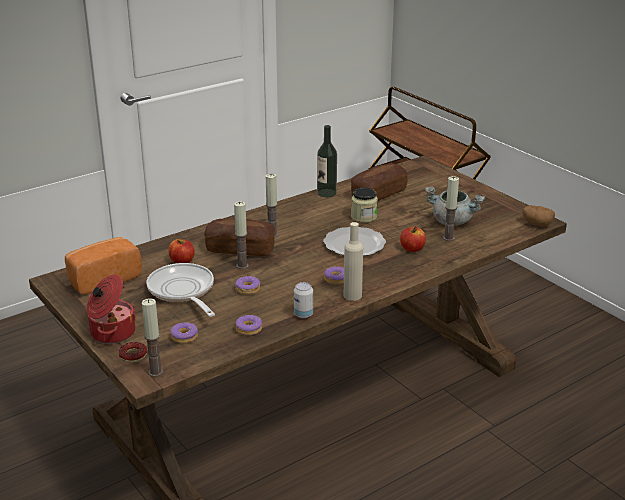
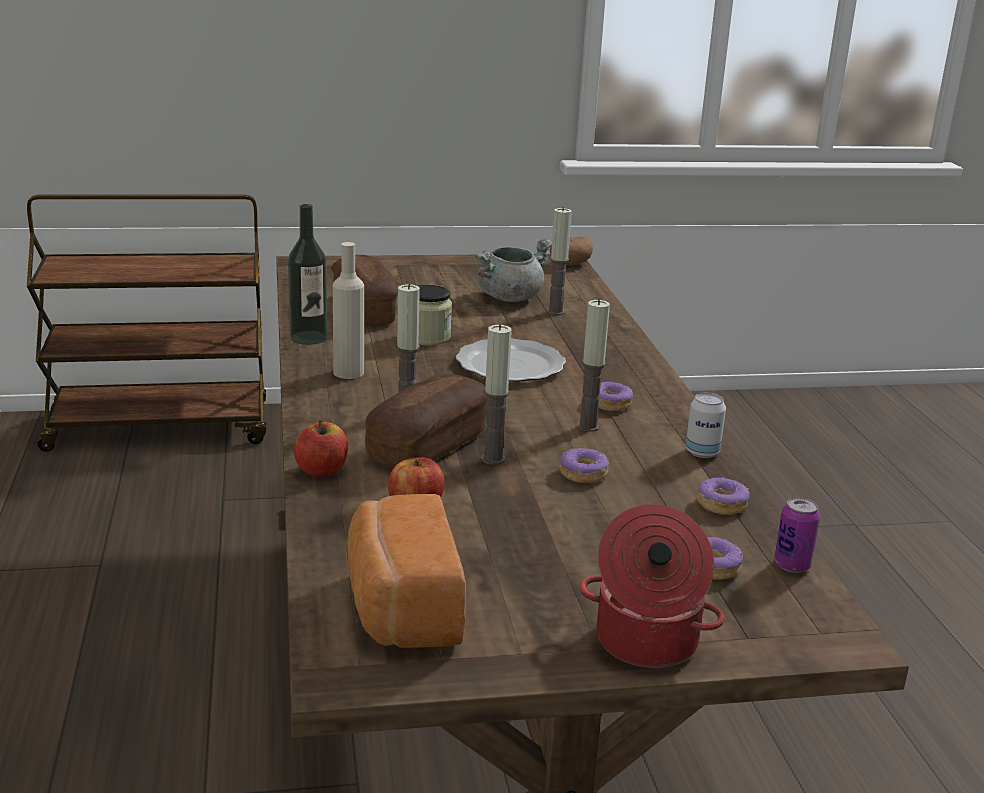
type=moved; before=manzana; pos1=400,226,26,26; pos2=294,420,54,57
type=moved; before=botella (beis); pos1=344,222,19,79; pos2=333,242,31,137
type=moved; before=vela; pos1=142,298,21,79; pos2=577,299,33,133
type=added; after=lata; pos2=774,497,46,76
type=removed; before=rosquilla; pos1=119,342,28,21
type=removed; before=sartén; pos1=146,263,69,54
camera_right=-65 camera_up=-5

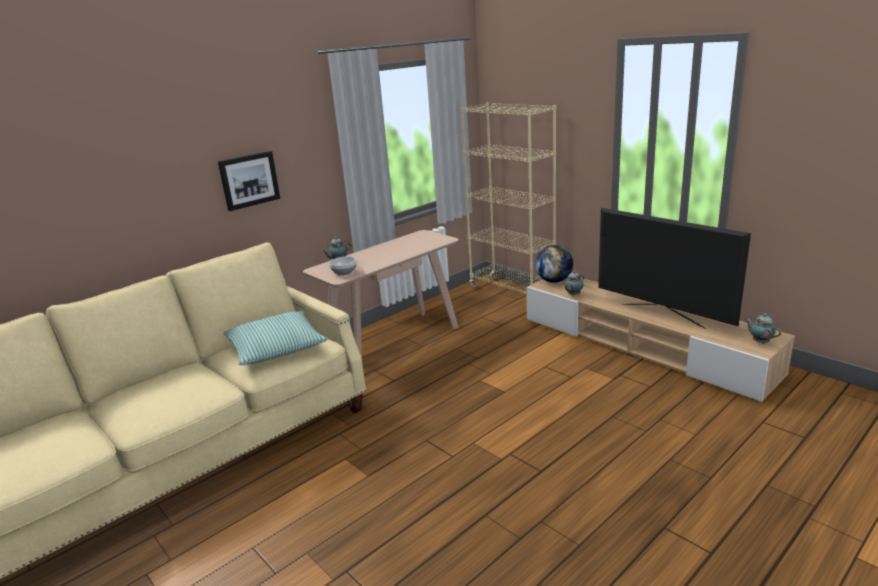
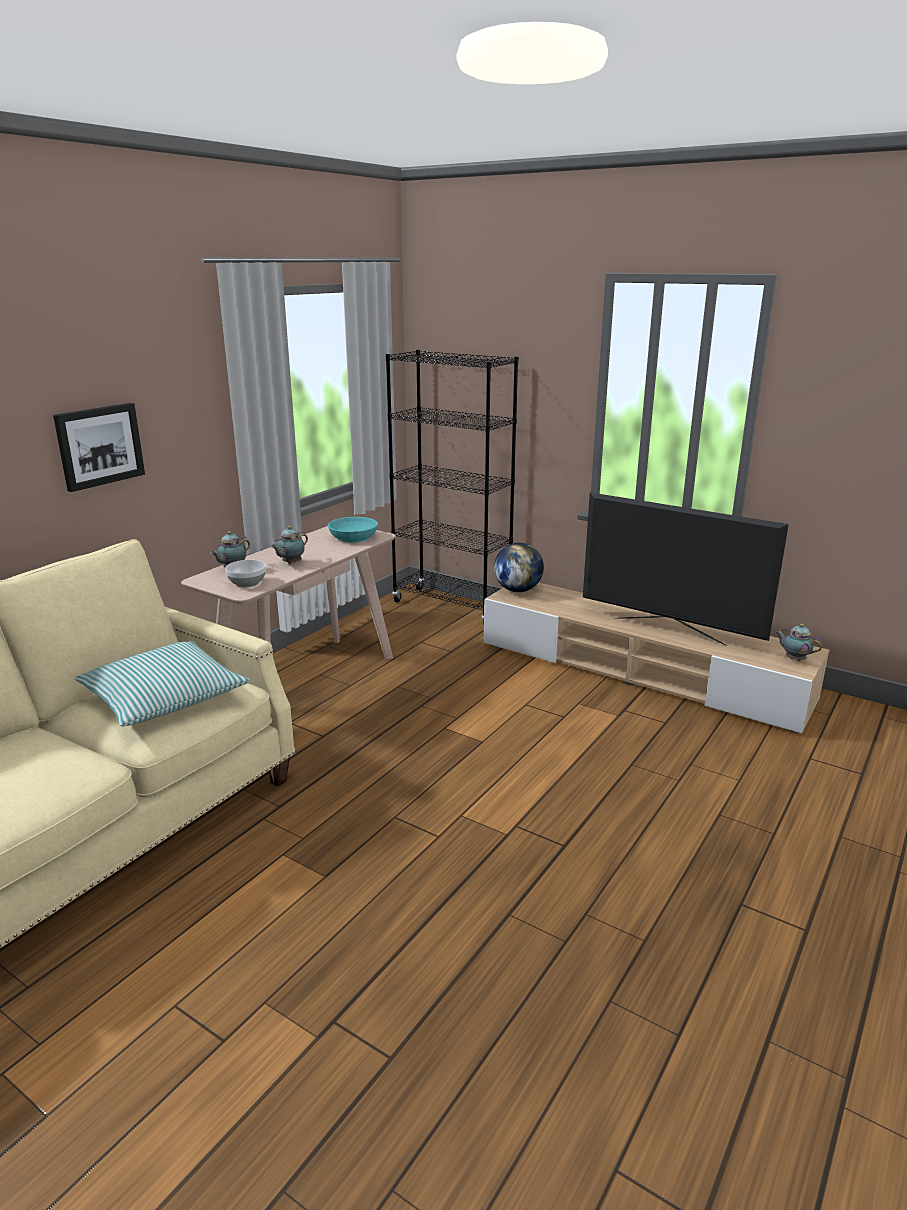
type=moved; before=tetera; pos1=563,271,21,25; pos2=271,526,37,38
type=added; after=cuenco (turquesa); pos2=328,517,50,26
type=recoloured; before=estantería (beis); after=estantería (negro); pos1=461,102,95,192; pos2=386,350,133,275
camera_right=-15 camera_up=0

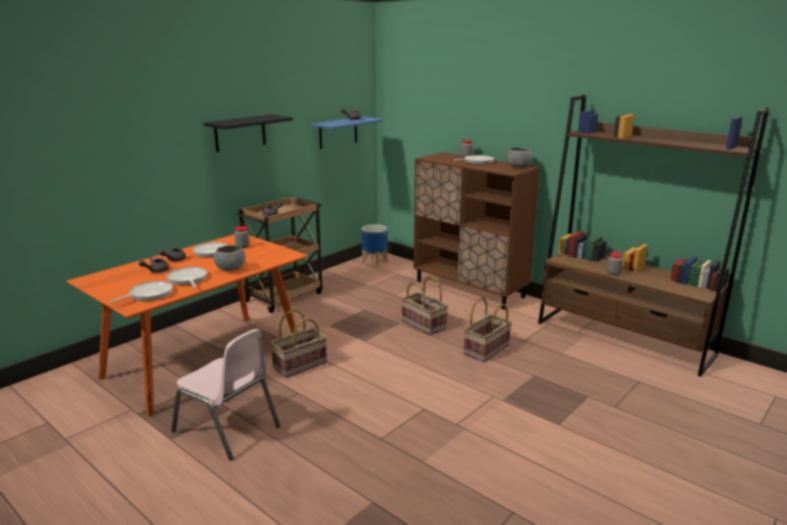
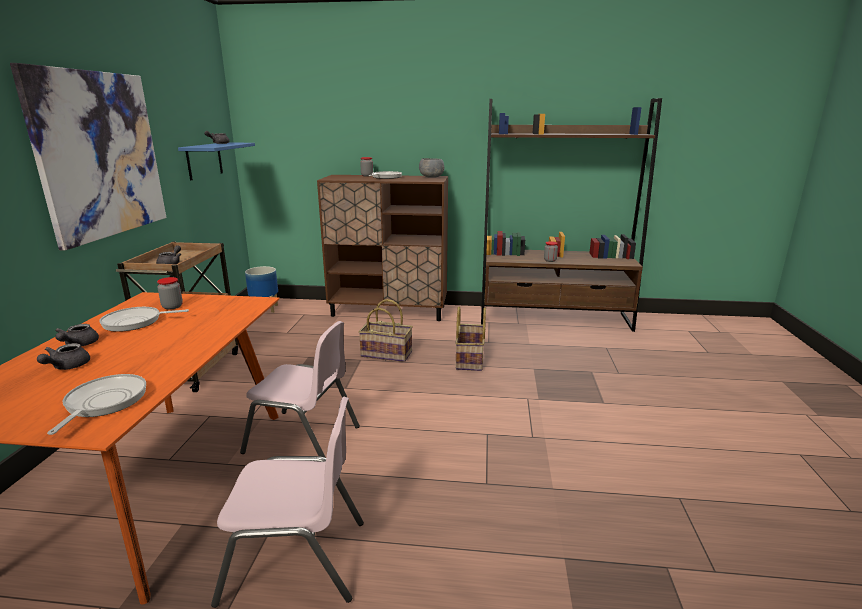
type=replaced; before=estante (negro); after=cuadro; pos1=203,114,90,38; pos2=10,63,156,187
type=replaced; before=cesta; after=silla (rosa); pos1=270,309,57,69; pos2=240,321,120,137
type=removed; before=sartén; pos1=167,267,40,20
type=removed; before=cuenco (gris); pos1=214,245,32,26
camera_right=-35 camera_up=0

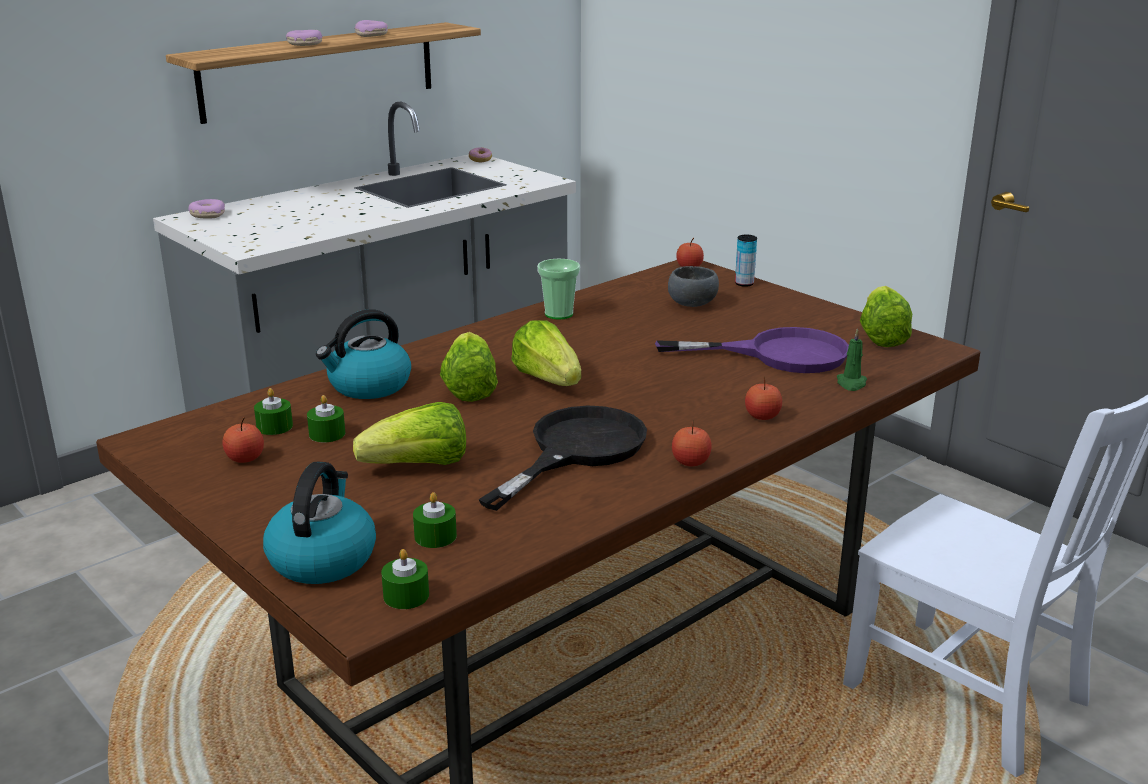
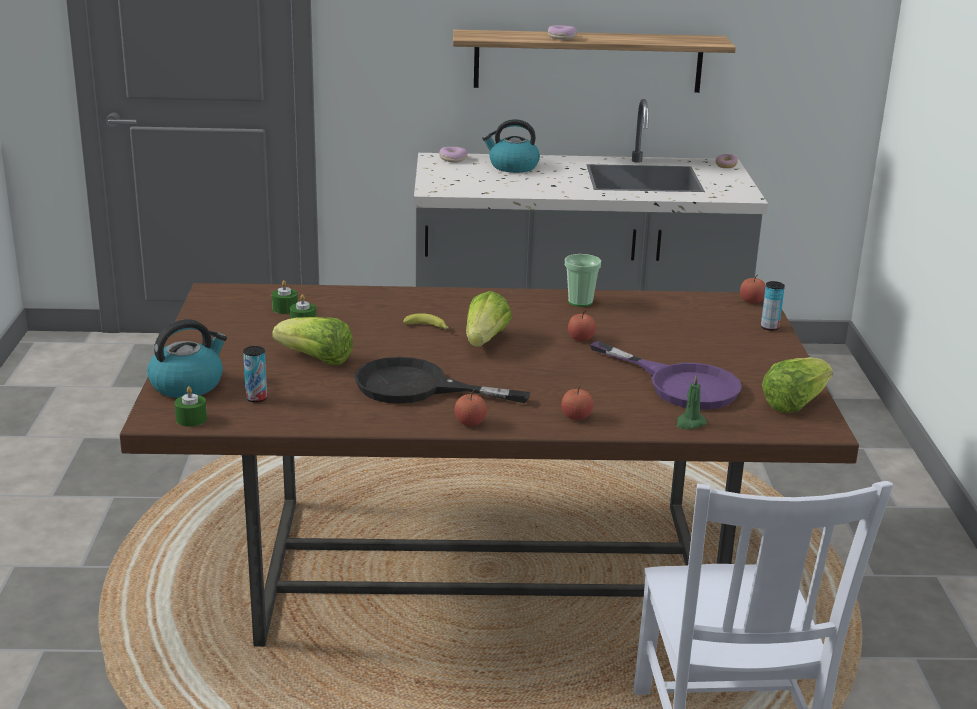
type=replaced; before=vela (verde); after=lata; pos1=413,492,44,56; pos2=243,346,24,57
type=turned; before=sartén (negro); pos1=478,406,169,105; pos2=355,357,175,47; turn=-150
type=replaced; before=lechuga; after=plátano; pos1=440,332,58,70; pos2=403,313,46,17
type=moved; before=hervidor; pos1=316,309,95,90; pos2=482,119,58,54
type=moved; before=manzana; pos1=223,418,41,45; pos2=568,310,28,31
type=removed; before=rosquilla; pos1=354,20,34,17
type=removed; before=cuenco (gris); pos1=668,266,51,41
camera_right=40 camera_up=0

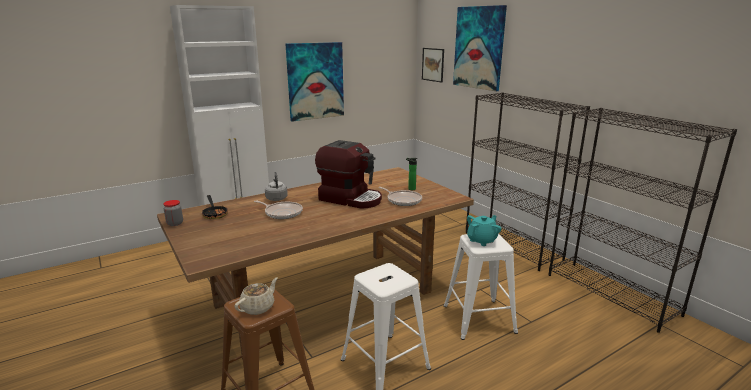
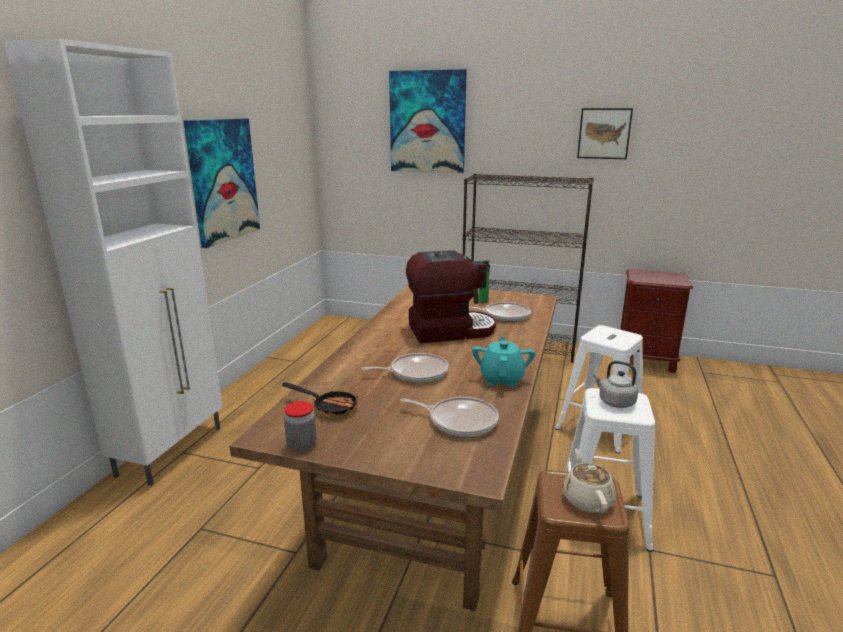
type=added; after=sartén; pos2=400,397,99,40
type=moved; before=tetera (turquesa); pos1=467,215,35,31; pos2=472,337,63,50
type=moved; before=cuadro; pos1=422,48,22,35; pos2=577,108,56,51
type=moved; before=hervidor (gris); pos1=265,172,23,29; pos2=593,361,45,47
type=replaced; before=estantería (negro); after=mesita de noche (marrón); pos1=549,108,188,225; pos2=620,269,73,104
camera_right=-40 camera_up=0

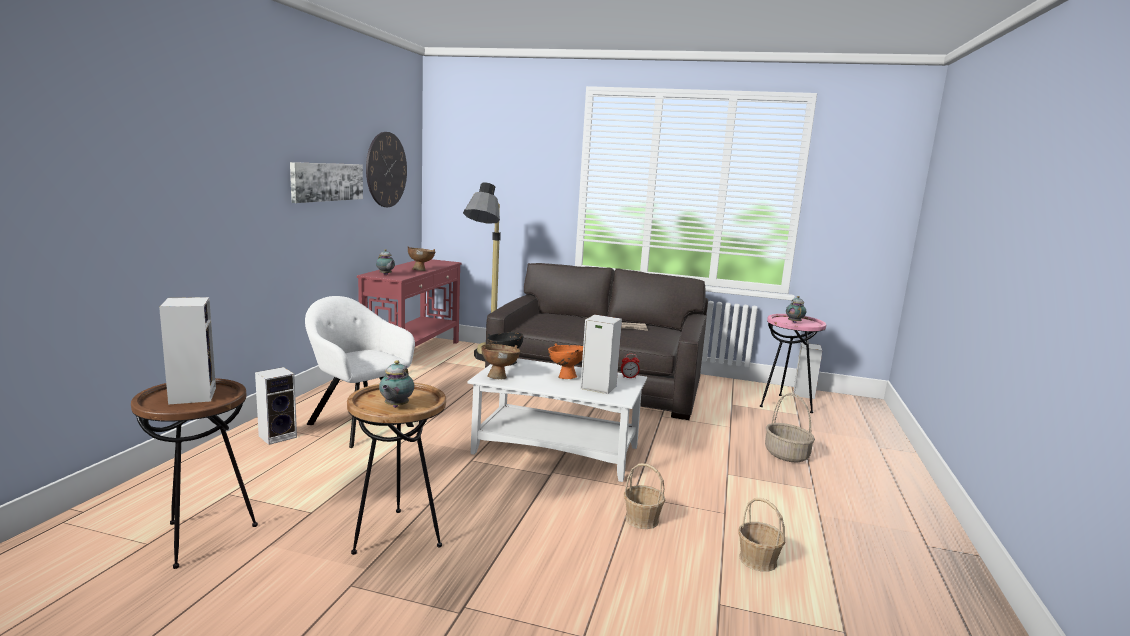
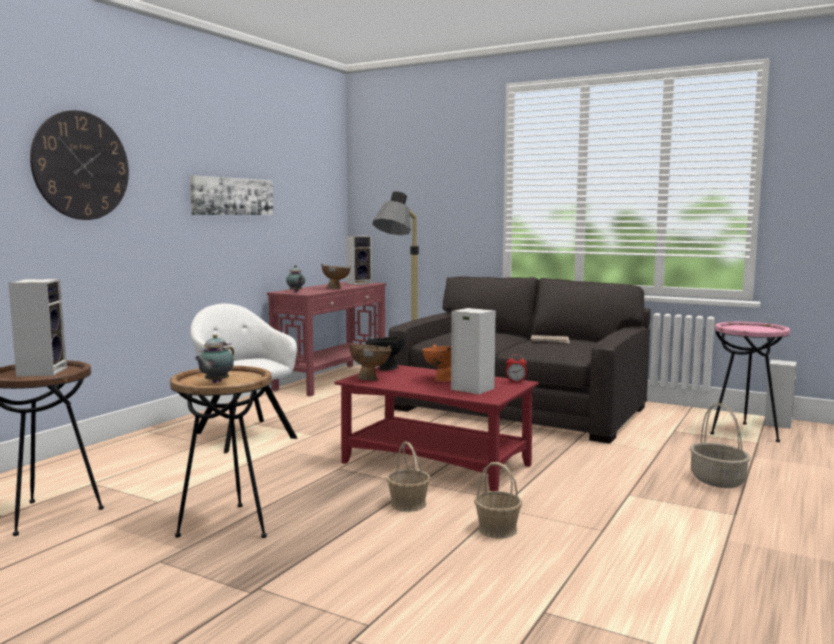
type=moved; before=reloj de pared; pos1=366,132,41,75; pos2=30,110,99,110
type=recoloured; before=mesa de centro (blanco); after=mesa de centro (rojo); pos1=467,358,180,124; pos2=334,365,205,126
type=moved; before=altavoz; pos1=255,367,42,78; pos2=346,236,26,49
type=moved; before=cesta; pos1=738,498,47,74; pos2=386,441,45,71
type=removed; before=tetera; pos1=786,296,20,27
camera_right=15 camera_up=-5

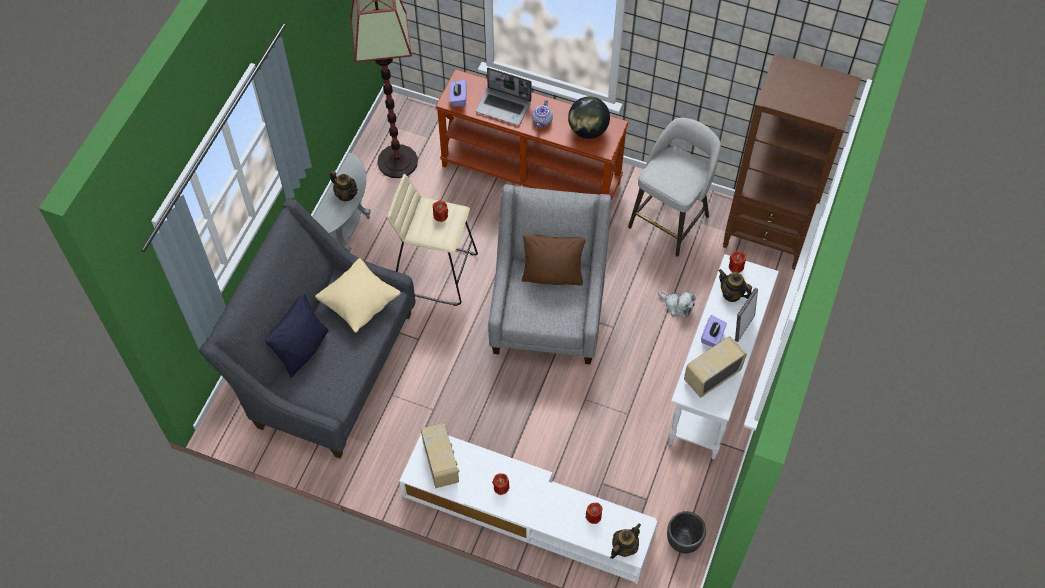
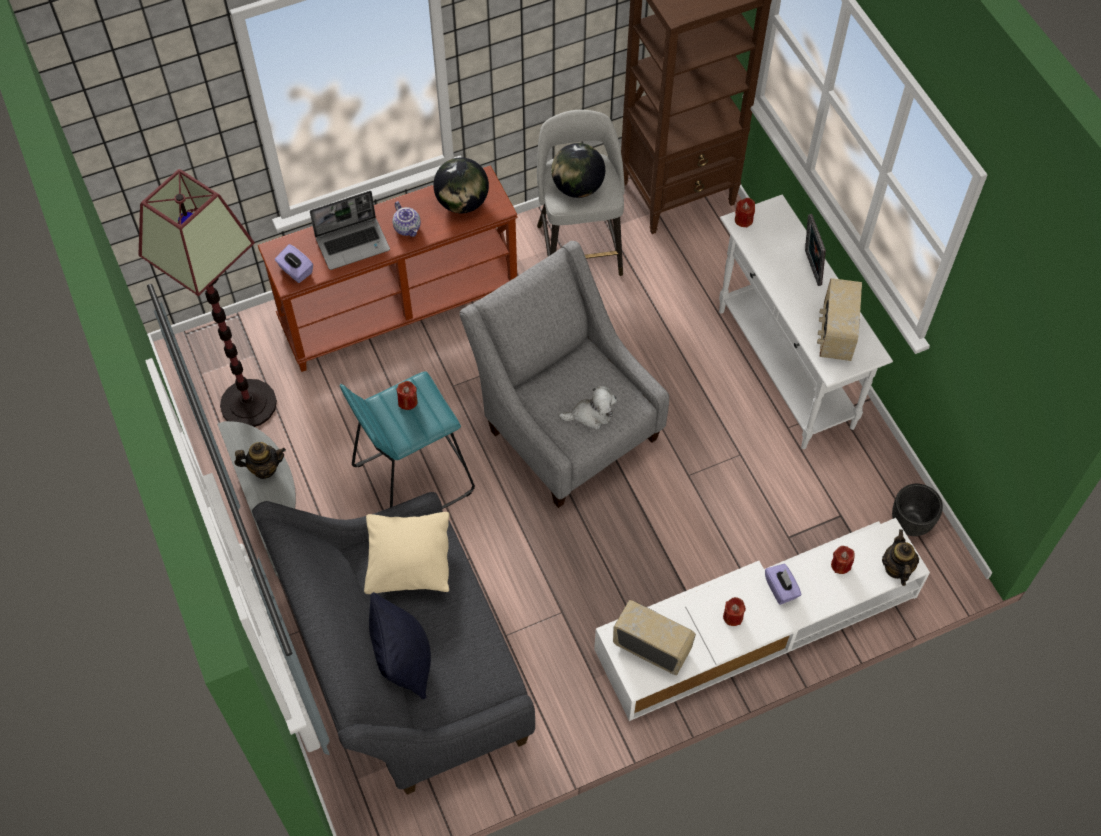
type=recoloured; before=taburete (beis); after=taburete (turquesa); pos1=387,174,91,132; pos2=340,371,135,138
type=added; after=globo terráqueo; pos2=551,143,54,55
type=moved; before=peluche; pos1=658,291,38,27; pos2=559,386,58,44
type=moved; before=caja de pañuelos (morado); pos1=701,315,26,32; pos2=765,564,36,41
type=removed; before=cojín (marrón); pos1=522,234,63,52
type=removed; before=tetera; pos1=718,269,34,33
camera_right=-45 camera_up=0

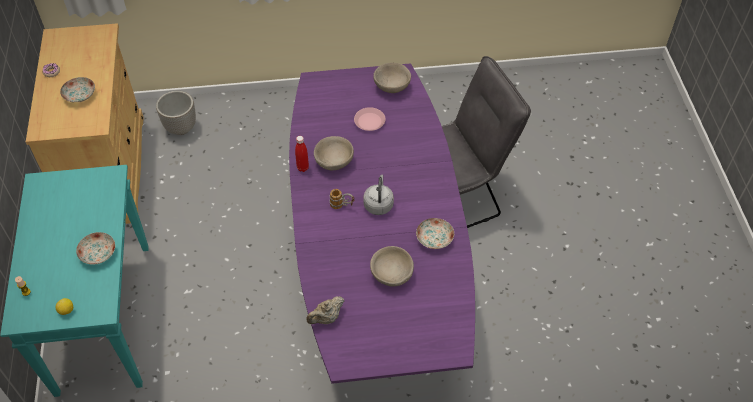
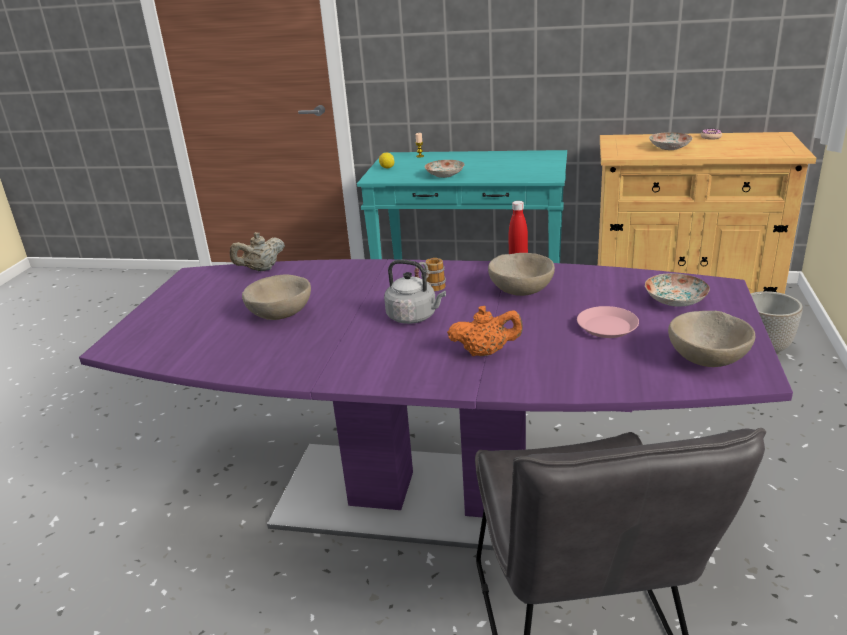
type=turned; before=tetera (beis); pos1=306,296,38,28; pos2=230,232,55,39; turn=-105
type=added; after=tetera (naranja); pos2=447,306,76,50
type=moved; before=plato; pos1=416,218,38,31; pos2=645,273,65,34
camera_right=110 camera_up=-25

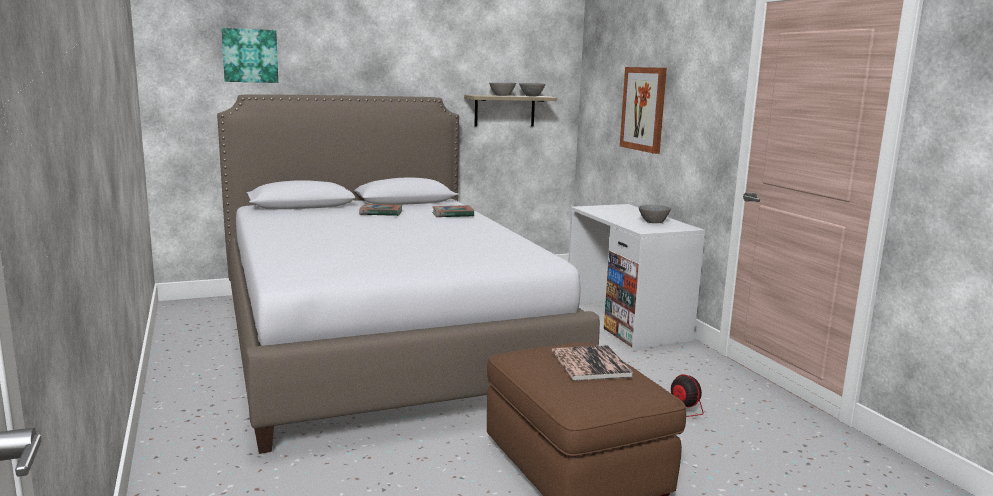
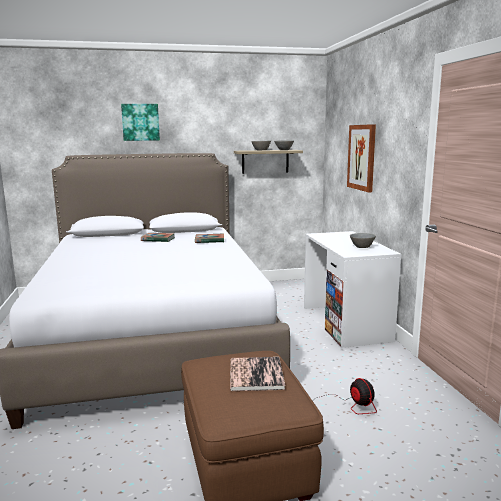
type=moved; before=cuadro; pos1=221,28,57,55; pos2=121,104,39,37
camera_right=10 camera_up=0

